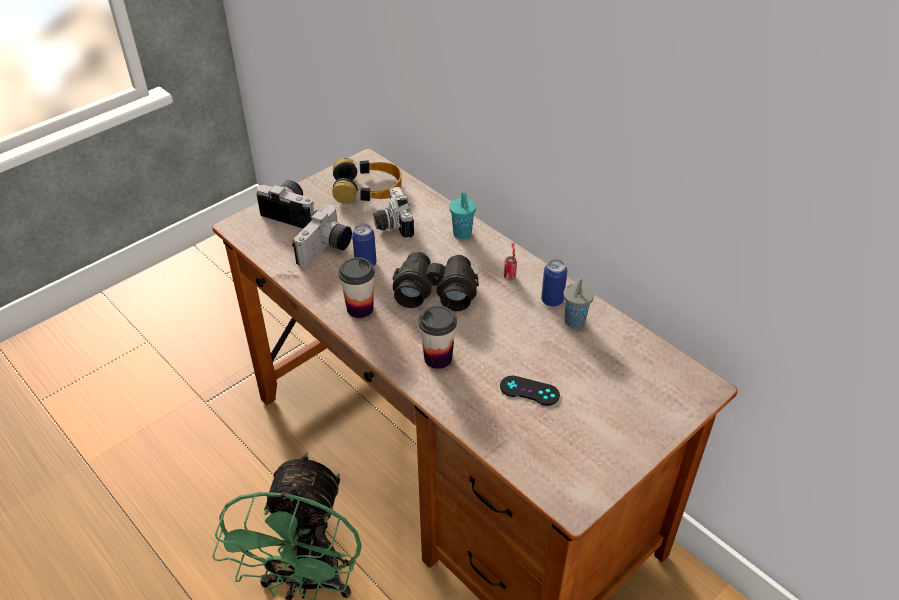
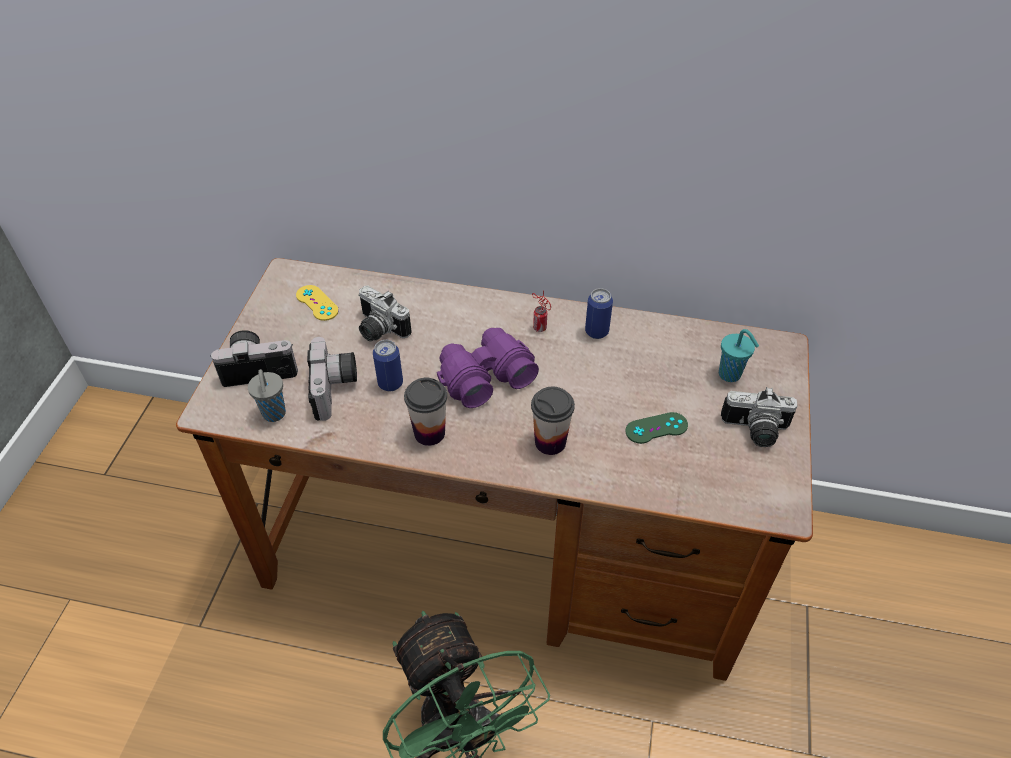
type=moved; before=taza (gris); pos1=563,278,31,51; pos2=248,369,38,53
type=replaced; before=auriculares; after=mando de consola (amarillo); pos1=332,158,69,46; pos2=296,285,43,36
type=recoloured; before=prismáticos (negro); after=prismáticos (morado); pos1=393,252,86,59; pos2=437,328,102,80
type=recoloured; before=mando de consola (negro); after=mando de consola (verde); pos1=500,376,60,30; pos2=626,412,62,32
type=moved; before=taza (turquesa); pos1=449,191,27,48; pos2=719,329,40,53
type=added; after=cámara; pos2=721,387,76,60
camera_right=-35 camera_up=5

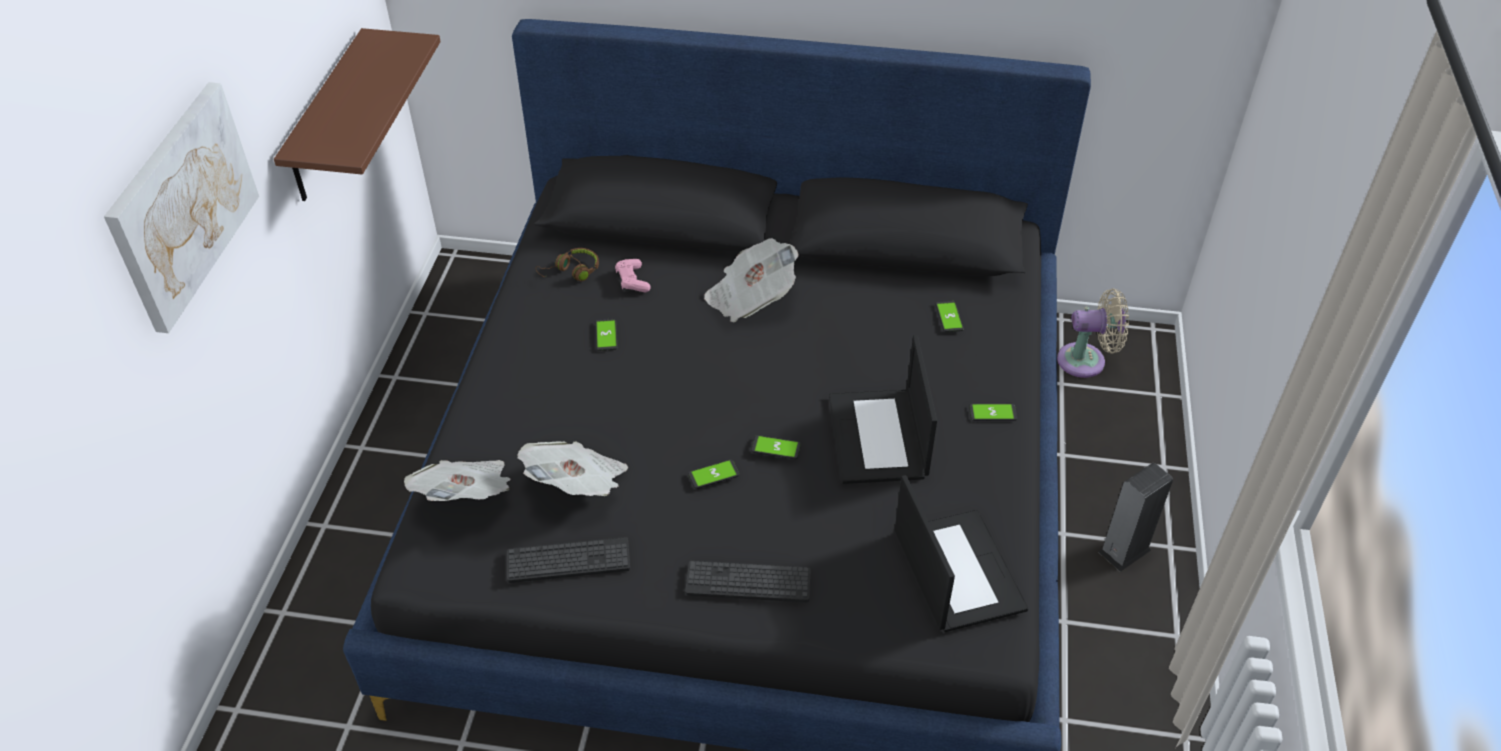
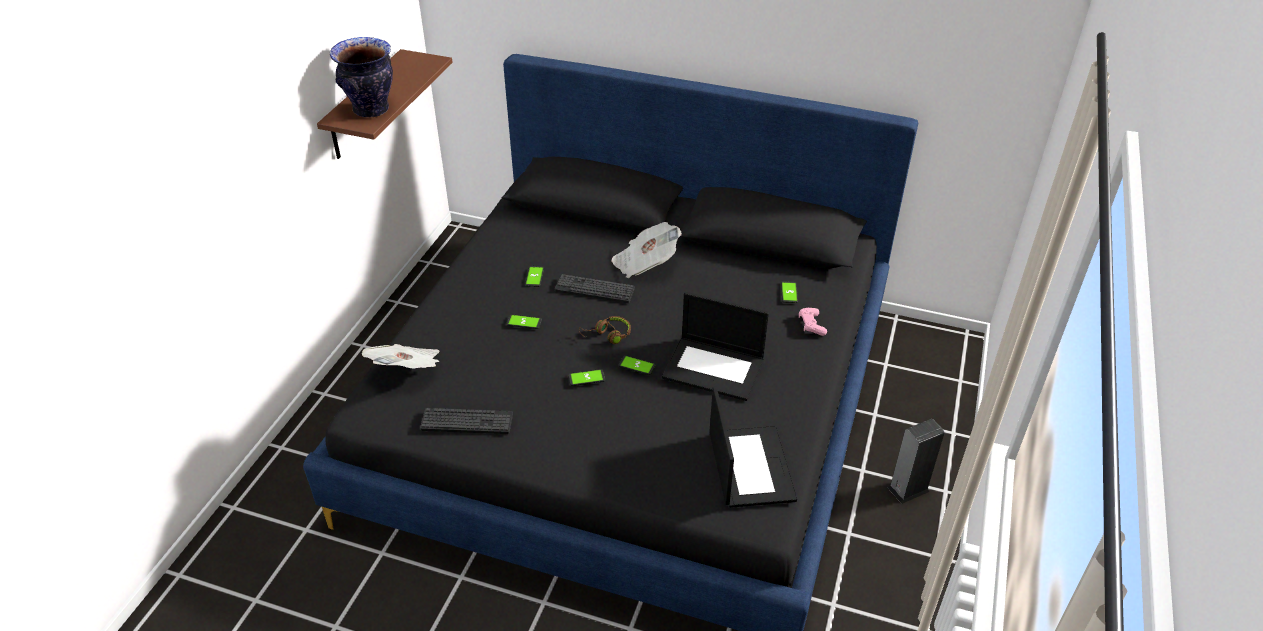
type=added; after=florero; pos2=330,37,63,81
type=moved; before=móvil; pos1=969,404,48,17; pos2=506,314,36,15
type=moved; before=teclado; pos1=685,561,126,41; pos2=555,274,80,29
type=moved; before=auriculares (marrón); pos1=536,248,63,33; pos2=579,316,52,28
type=turned; before=portátil; pos1=829,335,108,149; pos2=662,292,107,109; turn=-75
type=moved; before=mando de consola (rosa); pos1=615,259,36,33; pos2=799,308,28,28
type=removed; before=cuadro; pos1=104,82,155,251
type=removed; before=periódico; pos1=517,441,111,55
type=removed; before=ventilador (beis); pos1=1057,289,72,89
camera_right=10 camera_up=-5

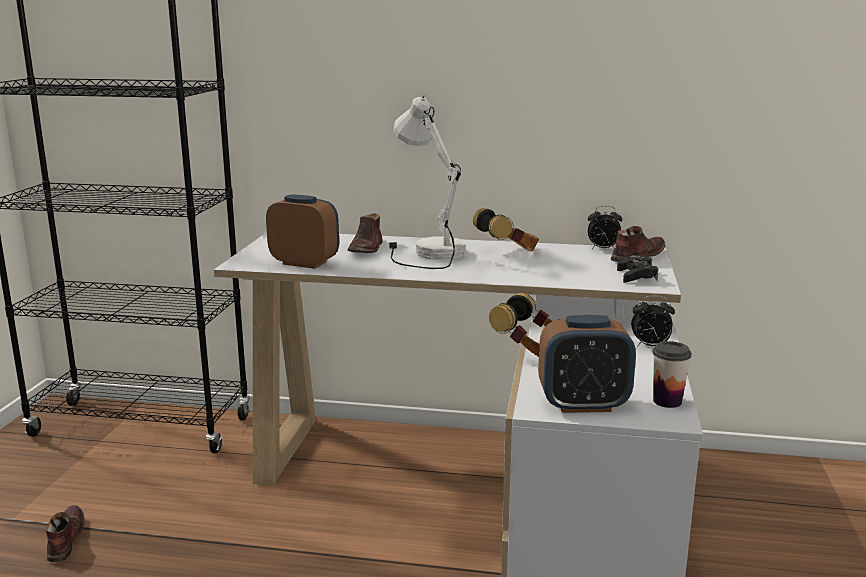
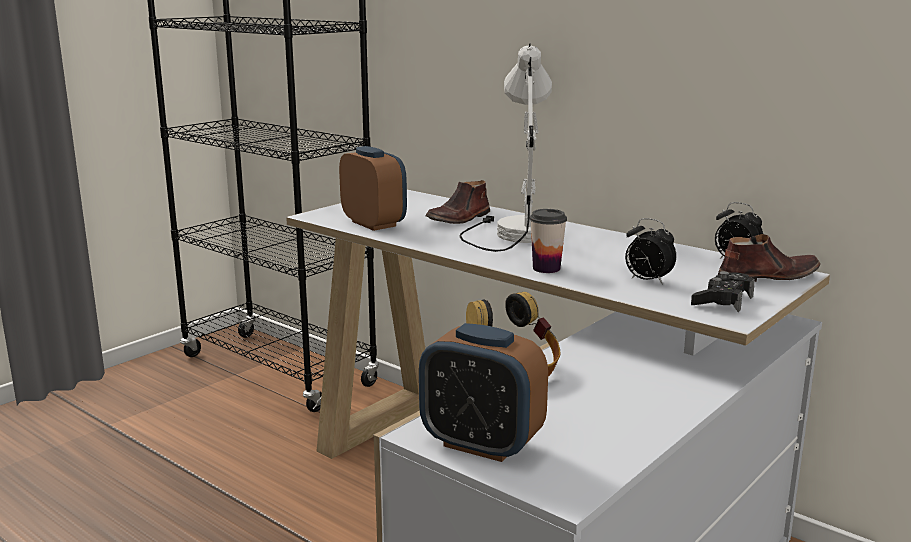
type=moved; before=taza; pos1=653,341,39,67; pos2=530,209,37,64
type=moved; before=despertador; pos1=631,295,44,52; pos2=625,218,51,67
type=removed; before=zapato (marrón); pos1=45,505,40,57
type=removed; before=auriculares; pos1=473,208,66,44
camera_right=30 camera_up=0

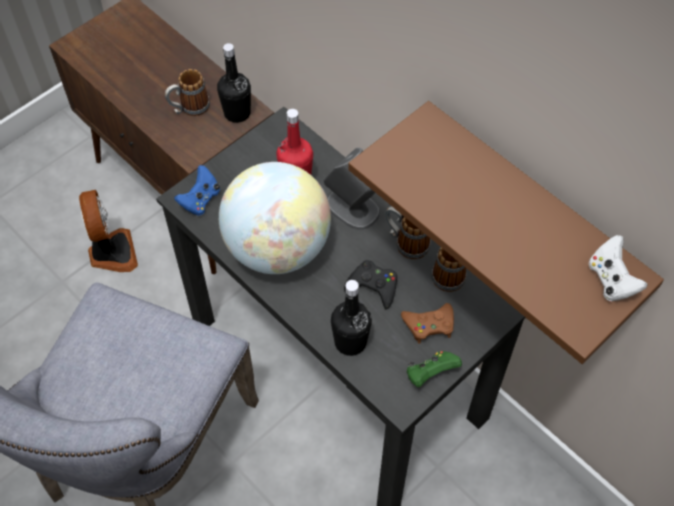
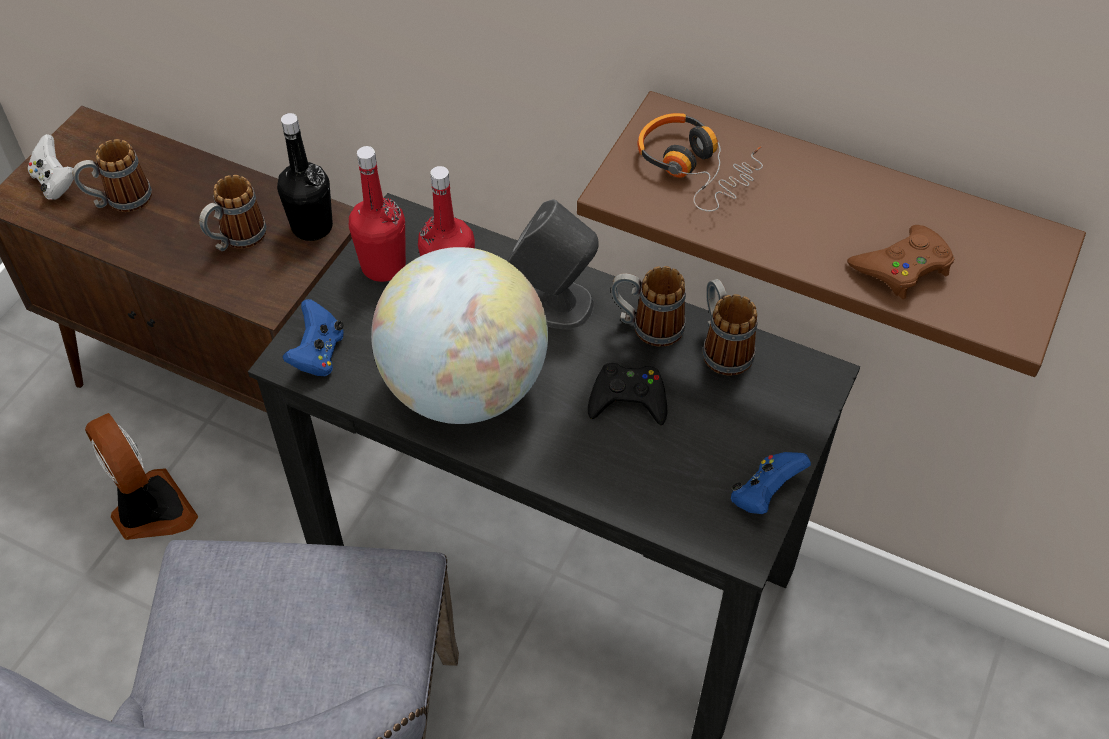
type=moved; before=mando de consola (blanco); pos1=589,235,59,67; pos2=28,134,46,66
type=added; after=taza grande; pos2=72,139,80,73
type=added; after=botella (rojo); pos2=349,146,57,136
type=added; after=auriculares; pos2=638,113,125,99
type=recoloured; before=mando de consola (verde); after=mando de consola (azul); pos1=407,351,55,36; pos2=731,452,80,62
type=moved; before=mando de consola (marrón); pos1=401,303,53,41; pos2=847,225,107,74
type=removed; before=botella (negro); pos1=331,280,41,76
camera_right=-20 camera_up=-5

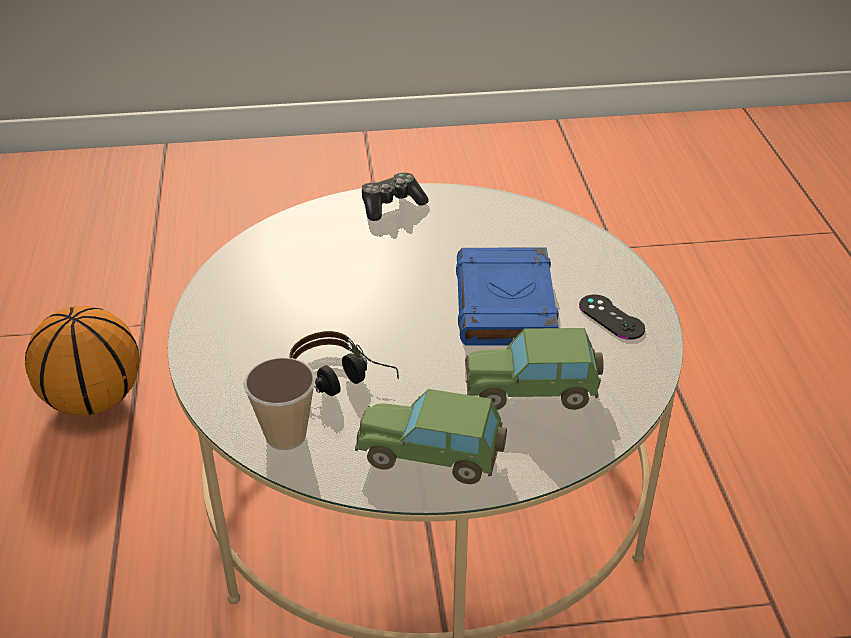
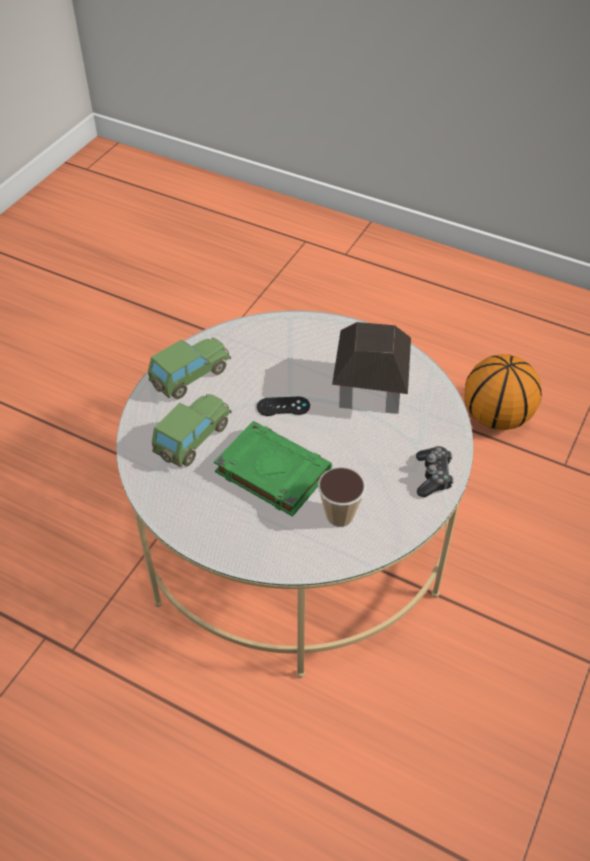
type=recoloured; before=libro (azul); after=libro (verde); pos1=456,248,103,98; pos2=214,421,118,96
type=moved; before=mando de consola (negro); pos1=579,294,66,46; pos2=257,397,53,19
type=moved; before=taza; pos1=243,357,73,93; pos2=318,467,48,60
type=added; after=casita; pos2=332,322,79,92
type=removed; before=auriculares; pos1=289,331,110,65
camera_right=125 camera_up=10

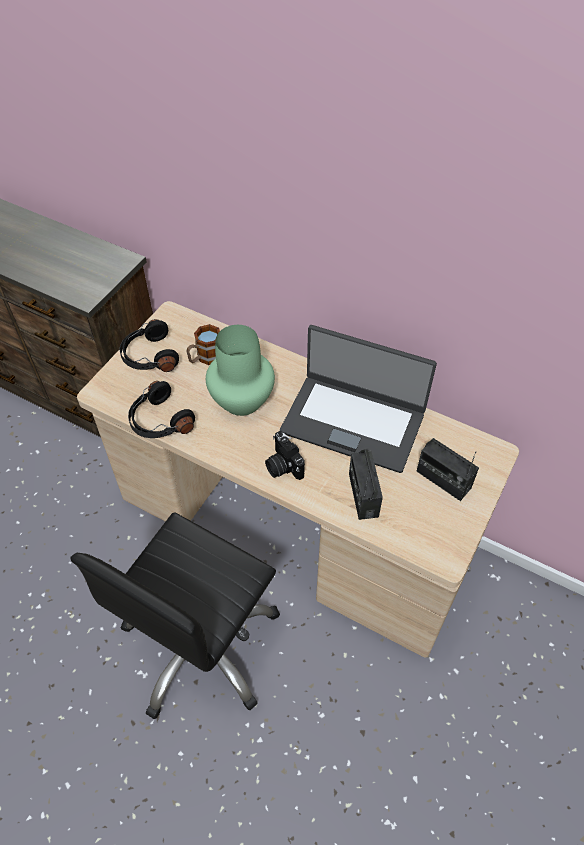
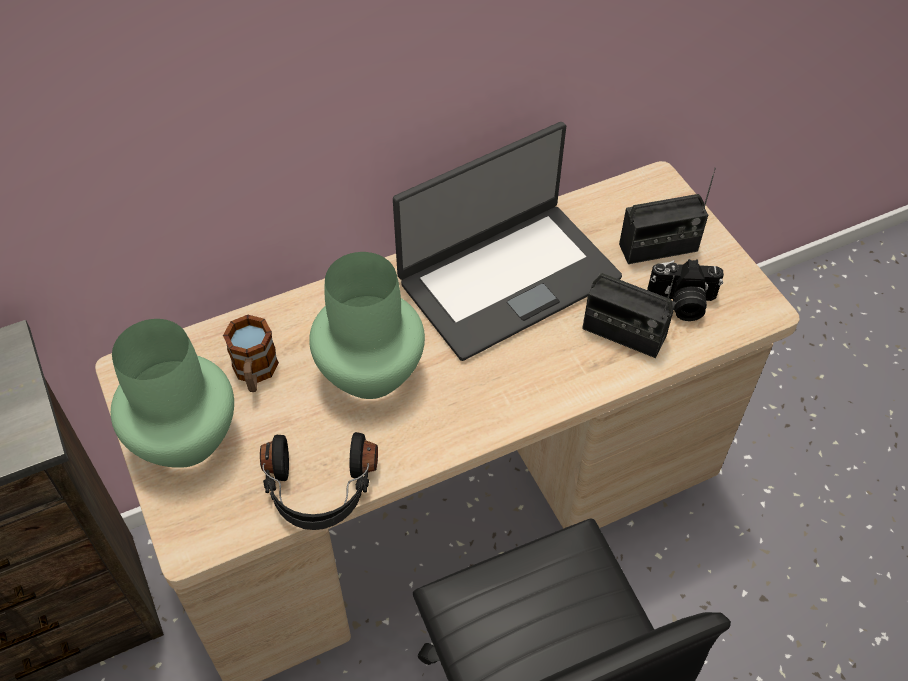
type=replaced; before=auriculares (negro); after=florero (verde); pos1=119,319,60,53; pos2=111,319,123,149
type=moved; before=cámara; pos1=265,431,40,49; pos2=647,259,77,62
camera_right=-55 camera_up=0

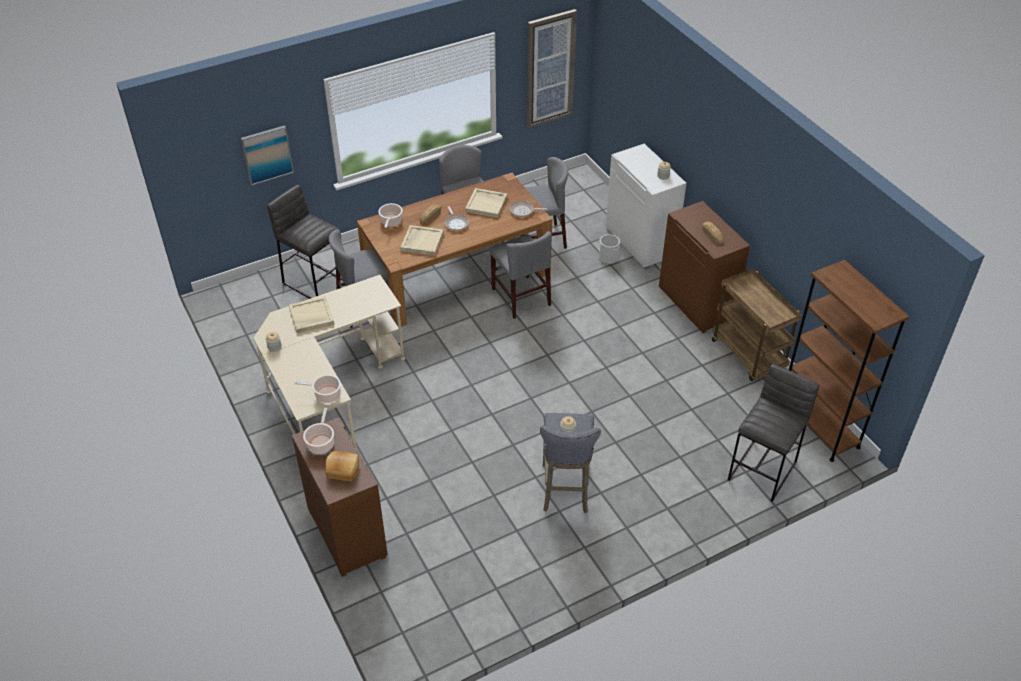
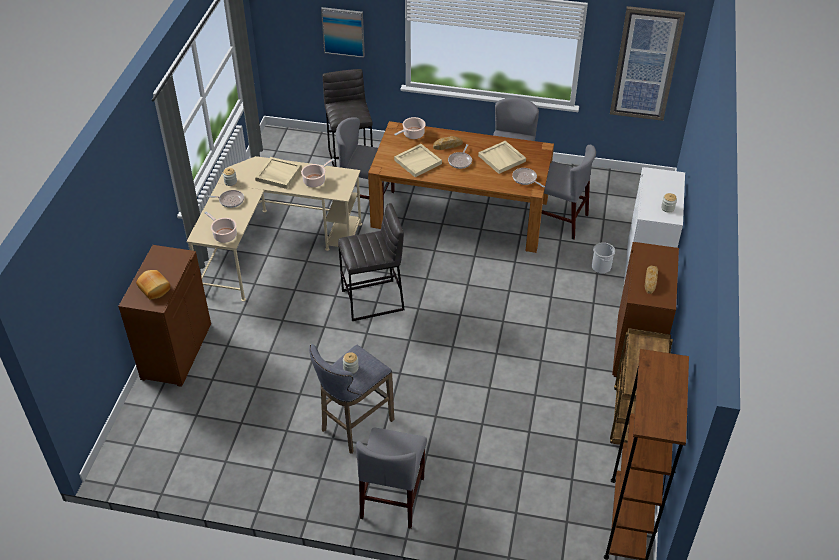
type=added; after=sartén; pos2=205,190,39,18
type=moved; before=olla; pos1=303,408,31,46; pos2=301,158,34,29
type=moved; before=taburete (gris); pos1=728,364,91,138; pos2=338,203,67,118
type=moved; before=silla (gris); pos1=489,231,63,88; pos2=356,427,71,102
camera_right=40 camera_up=0

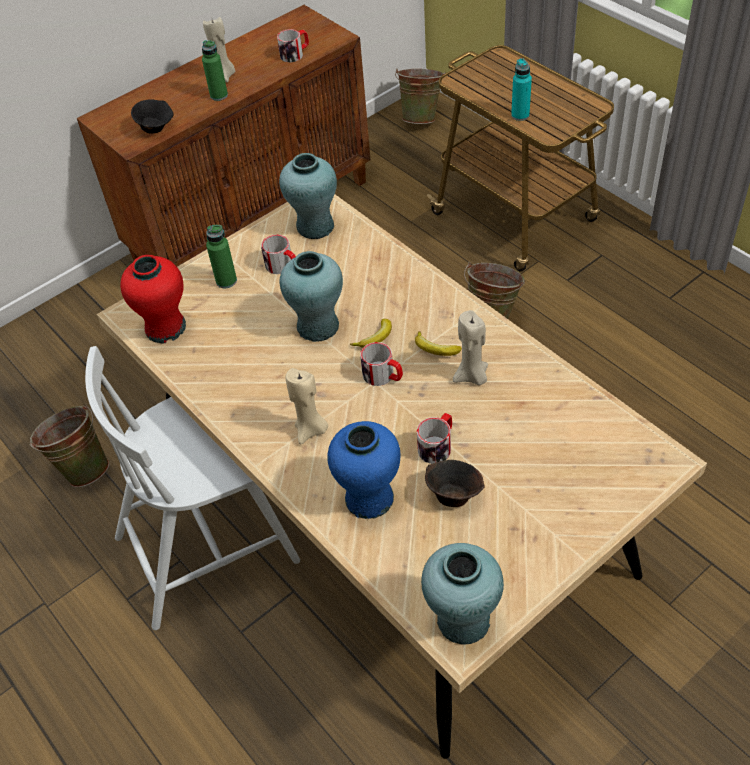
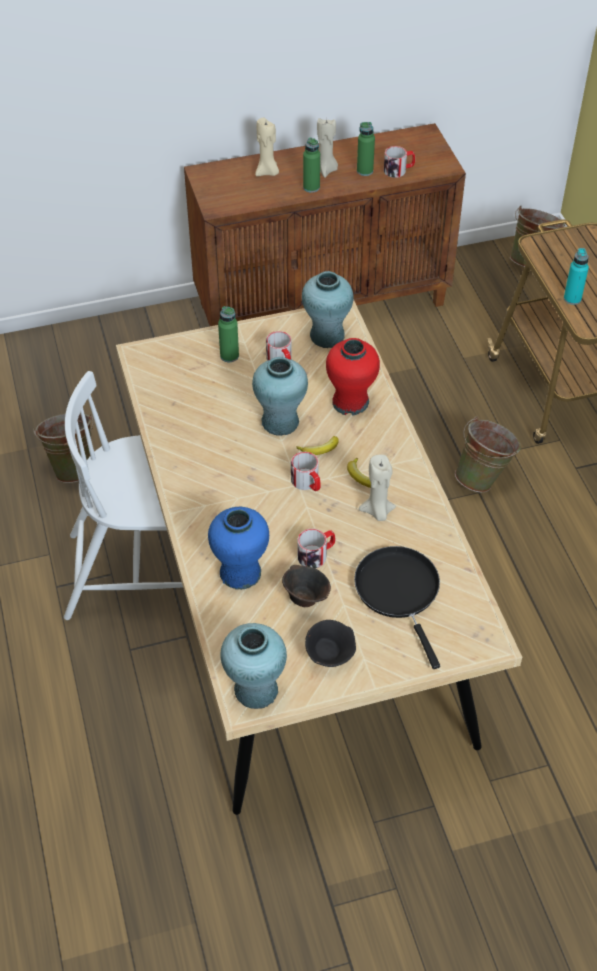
type=moved; before=vela (beis); pos1=286,368,42,76; pos2=255,117,24,60
type=moved; before=cuenco (negro); pos1=131,99,43,35; pos2=305,620,51,47
type=moved; before=florero (rojo); pos1=120,255,66,89; pos2=326,338,54,78
type=added; after=sartén (negro); pos2=354,546,86,123
type=added; after=botella (verde); pos2=357,122,18,54
camera_right=20 camera_up=0

